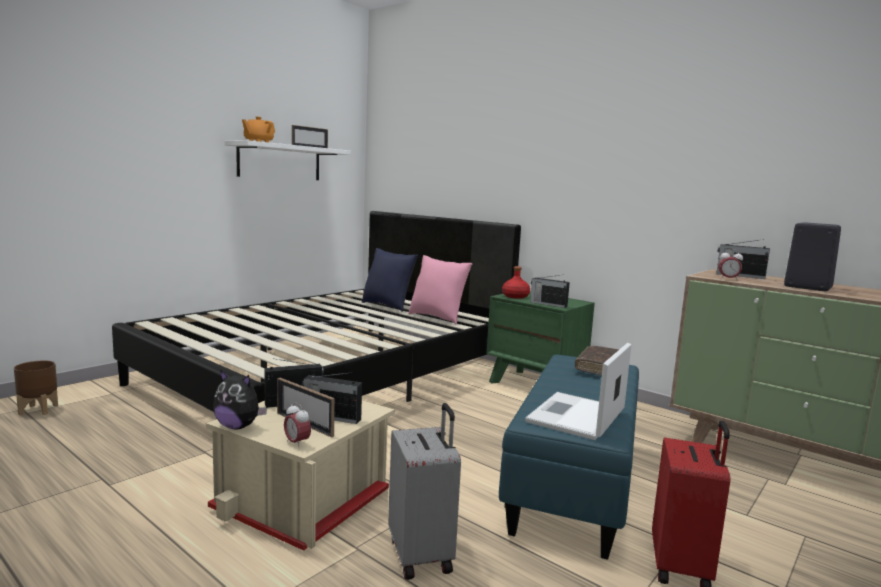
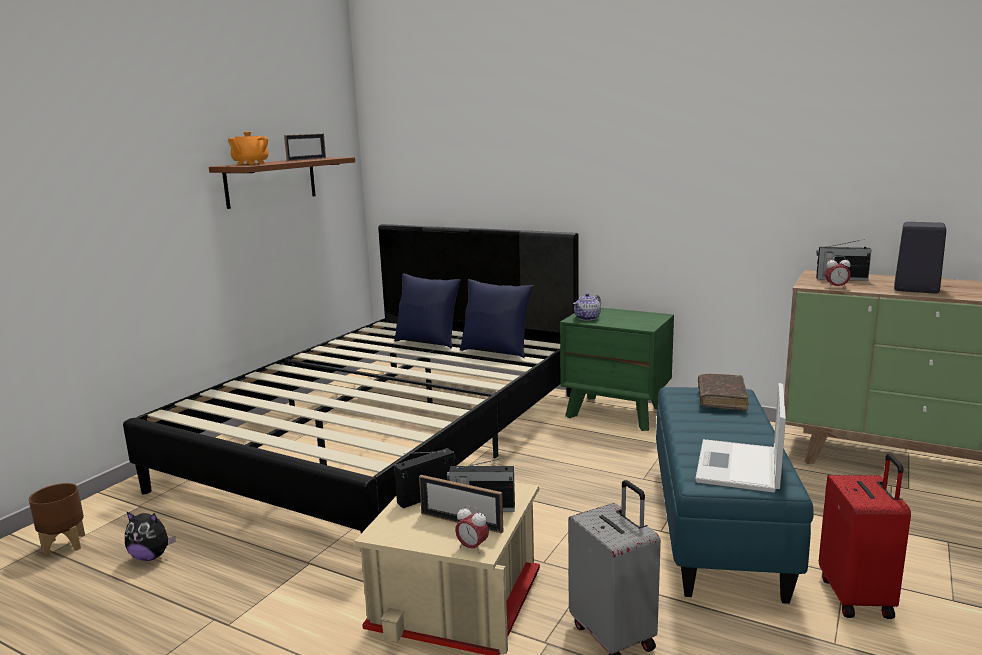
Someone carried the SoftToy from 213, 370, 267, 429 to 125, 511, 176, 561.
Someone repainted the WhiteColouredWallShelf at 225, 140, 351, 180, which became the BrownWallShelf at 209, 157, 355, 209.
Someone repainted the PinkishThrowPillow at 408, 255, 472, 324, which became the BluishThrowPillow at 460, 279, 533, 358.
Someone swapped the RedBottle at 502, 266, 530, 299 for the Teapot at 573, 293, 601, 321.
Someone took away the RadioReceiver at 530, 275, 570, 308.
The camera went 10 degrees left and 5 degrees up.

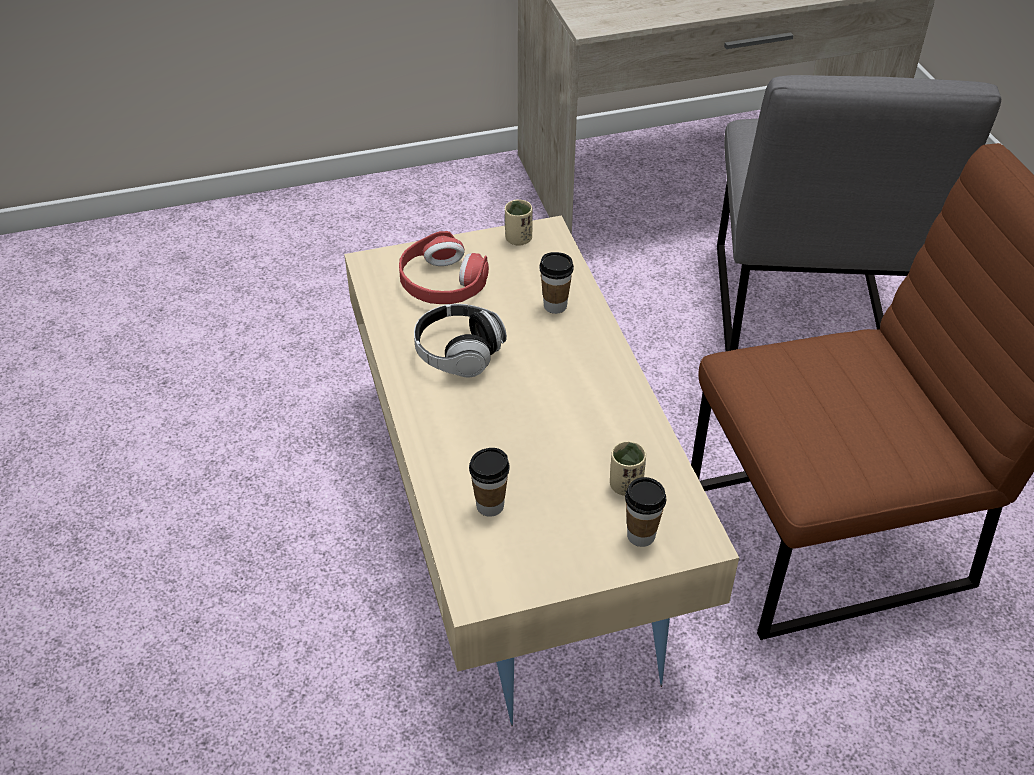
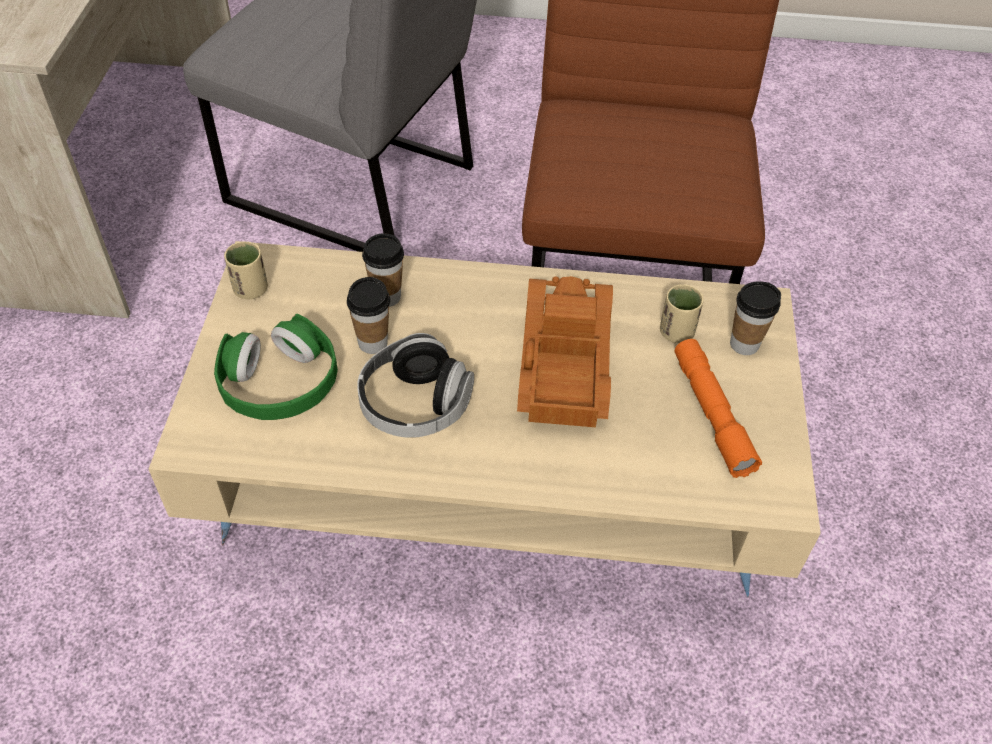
Someone repainted the RedHeadphones at 399, 231, 489, 304, which became the GreenHeadphones at 214, 314, 338, 420.
Someone carried the SmallCup from 469, 448, 509, 517 to 347, 277, 390, 354.
Someone put down the ToyTruck at 517, 276, 613, 427.
Someone put down the OrangeHandTorch at 675, 339, 762, 478.
The camera went 70 degrees left and 5 degrees up.

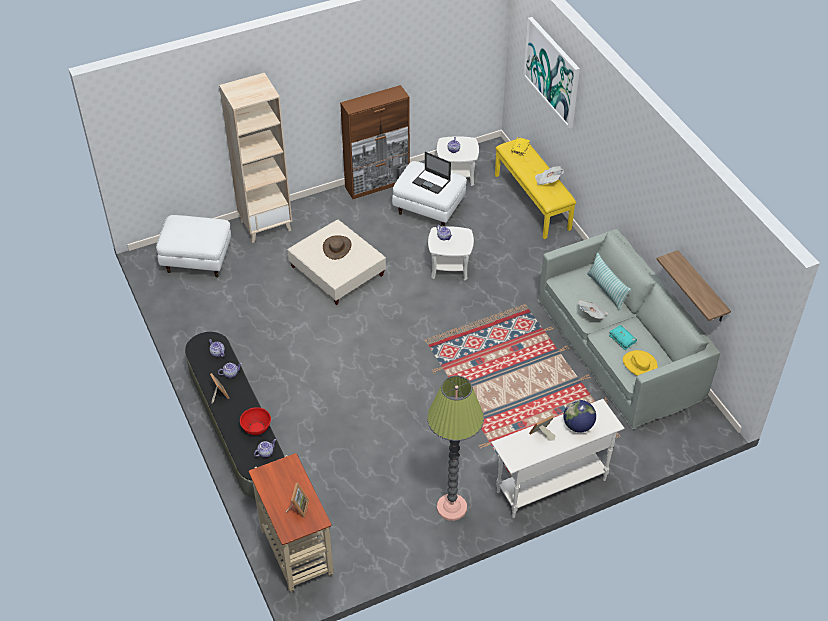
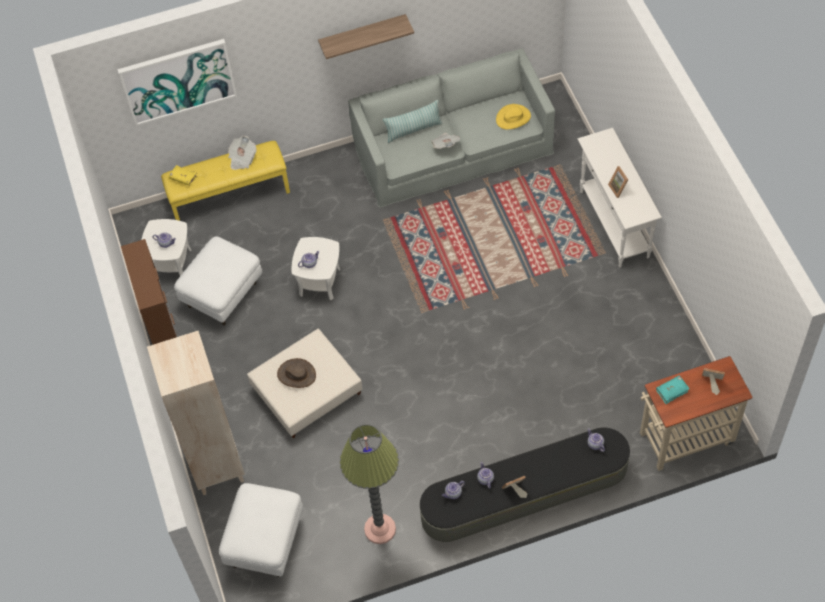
Someone carried the WallShelf from 656, 250, 731, 322 to 318, 14, 414, 59.
Someone carried the FloorLamp from 427, 375, 484, 521 to 340, 424, 399, 544.
Someone carried the BlueGreenBoundBook from 609, 325, 637, 350 to 656, 376, 689, 404.
Someone took away the RedDeepDish at 240, 407, 271, 435.
Someone took away the Laptop at 412, 152, 451, 194.
Someone took away the Globe at 564, 400, 596, 433.
The camera went 80 degrees left and 10 degrees up.

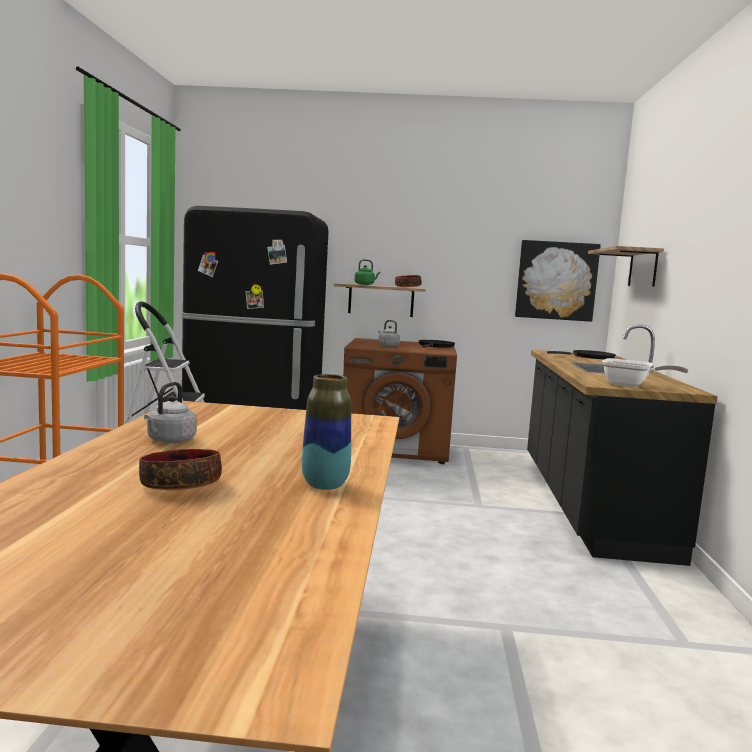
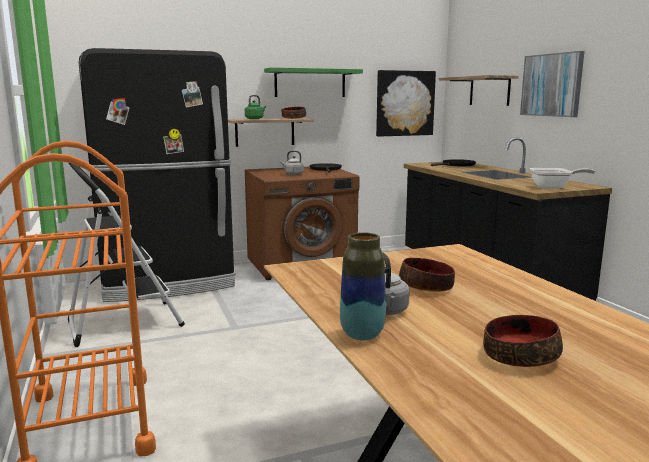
Someone put up the GreenWallShelf at 264, 67, 363, 97.
Someone carried the Vase from 302, 374, 351, 490 to 340, 232, 386, 340.
Someone put down the DeepDish at 399, 258, 455, 292.
Someone put up the WallPicture at 520, 51, 584, 117.
The camera went 25 degrees left and 5 degrees up.

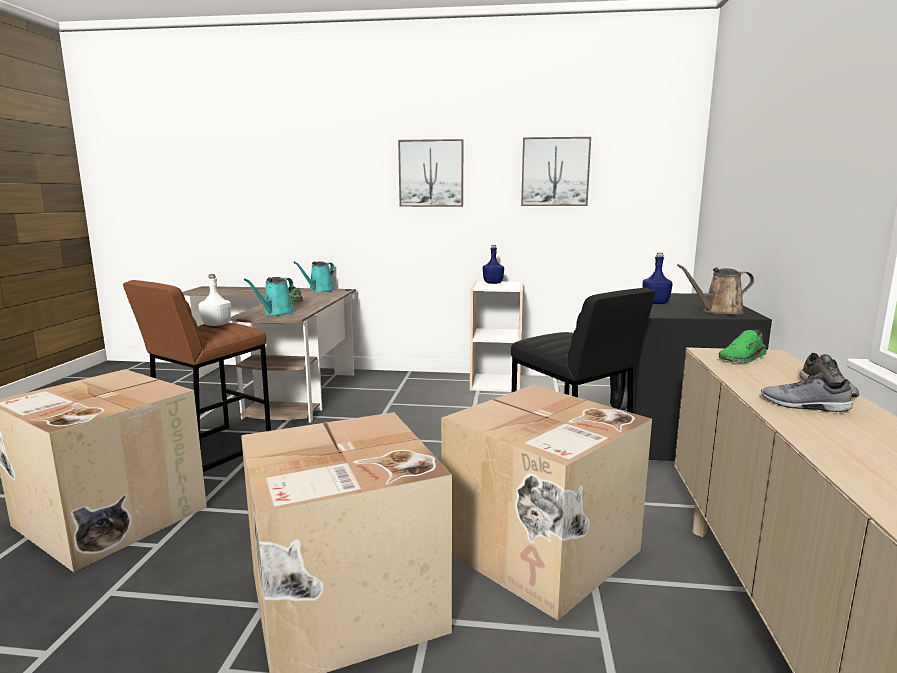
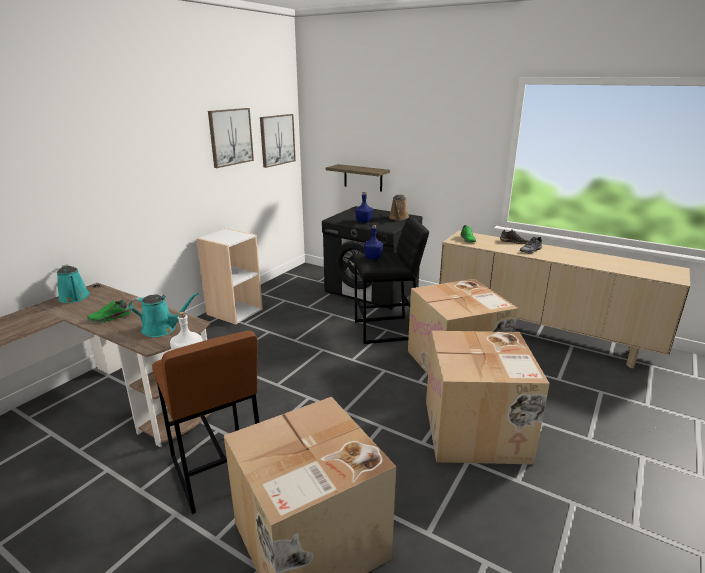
Someone rotated the BlueGreenWateringCan at 244, 277, 295, 316 by 45 degrees counterclockwise.
Someone carried the WallPicture from 398, 139, 464, 207 to 260, 114, 296, 168.
Someone put up the WallShelf at 326, 164, 390, 191.
Someone carried the BluishBottle from 483, 245, 504, 284 to 364, 225, 383, 260.
The camera went 65 degrees left and 10 degrees up.

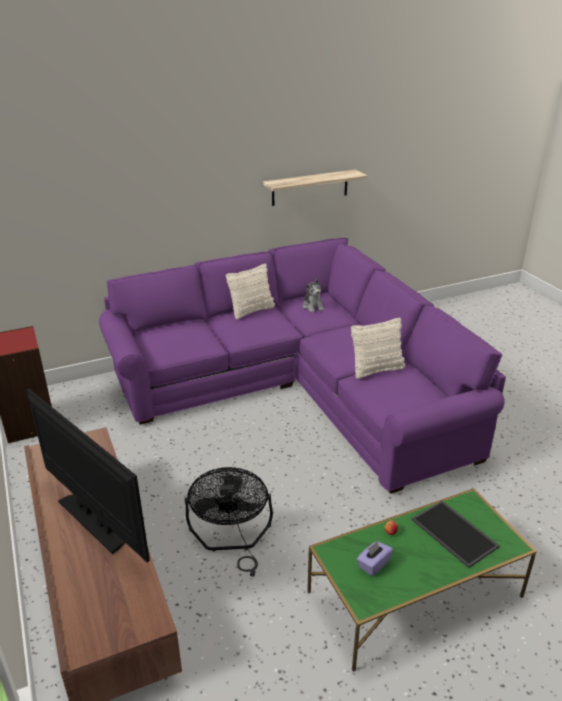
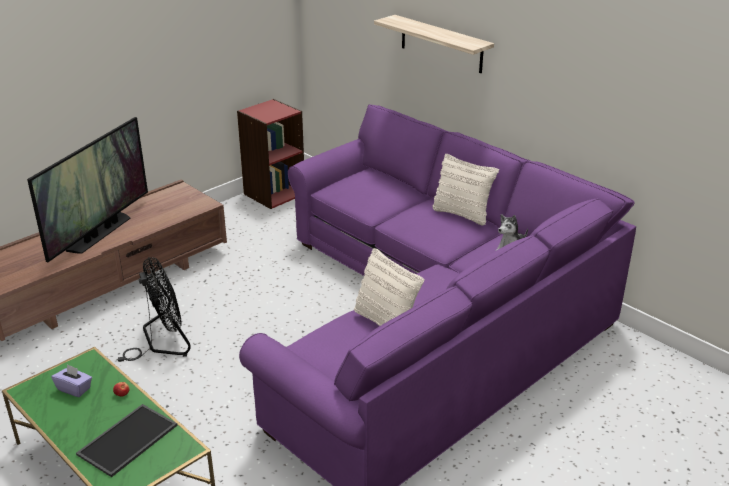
Someone carried the WallShelf from 263, 169, 368, 206 to 374, 15, 494, 73.
The camera went 70 degrees right and 0 degrees up.

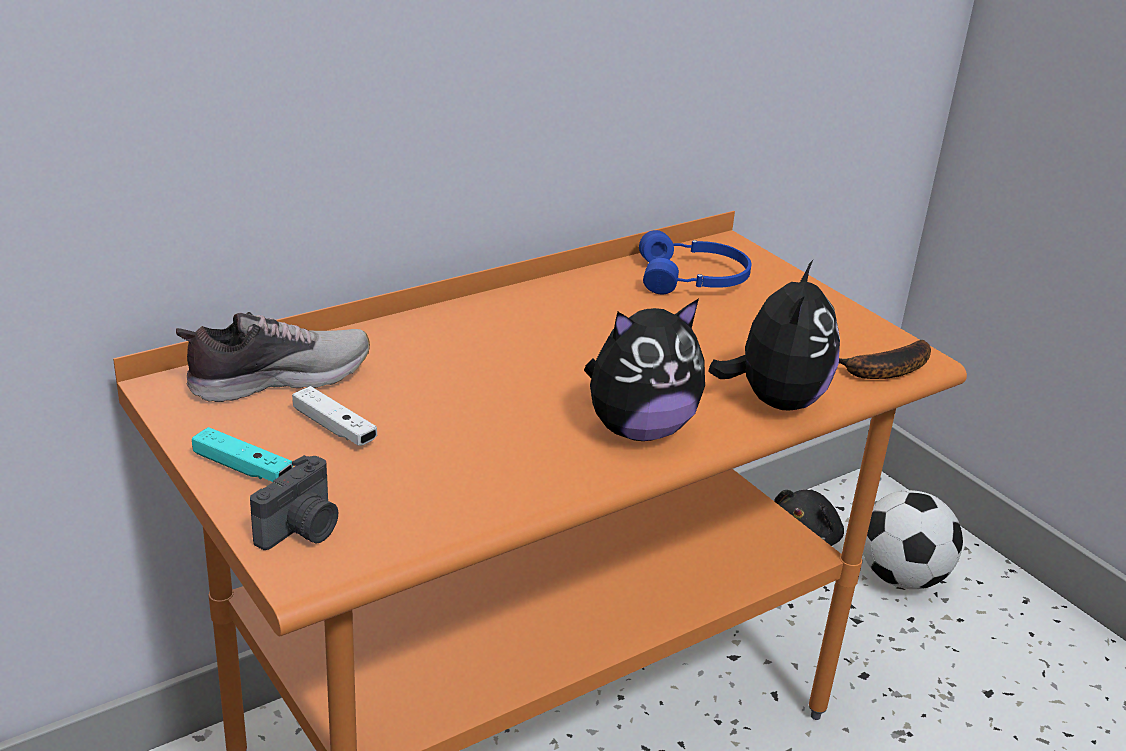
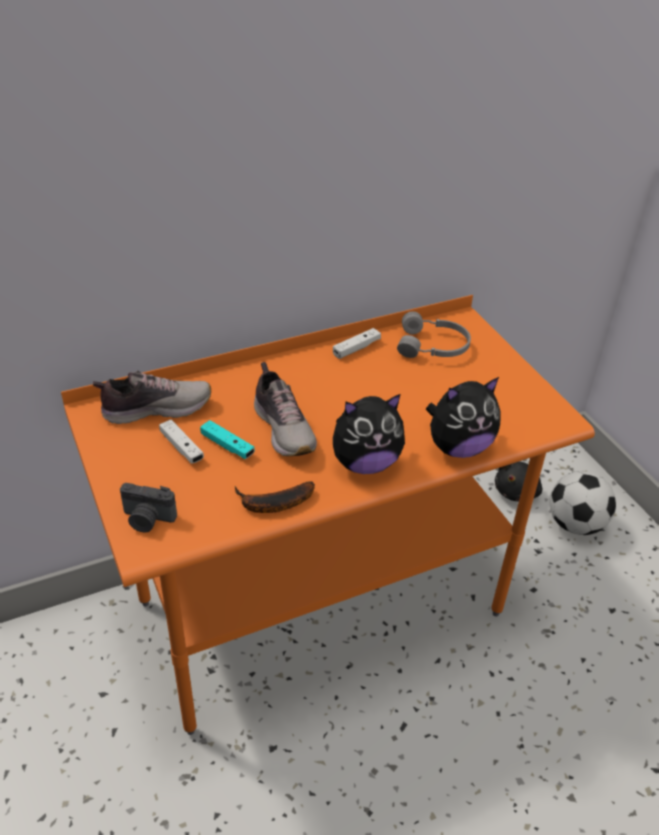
Someone rotated the PhotoCamera at 250, 455, 338, 550 by 60 degrees clockwise.
Someone carried the BlueGreenJoypad from 192, 427, 293, 482 to 200, 420, 255, 459.
Someone carried the Banana from 839, 340, 931, 379 to 235, 481, 315, 513.
Someone put down the LowShoe at 254, 362, 317, 456.
Someone put down the WhiteColouredJoypad at 333, 328, 381, 359.
Someone repainted the BluishHeadphones at 639, 230, 751, 294, which became the GreyHeadphones at 397, 311, 471, 358.
Someone rotated the SoftToy at 708, 260, 840, 411 by 45 degrees clockwise.
The camera went 10 degrees right and 10 degrees up.

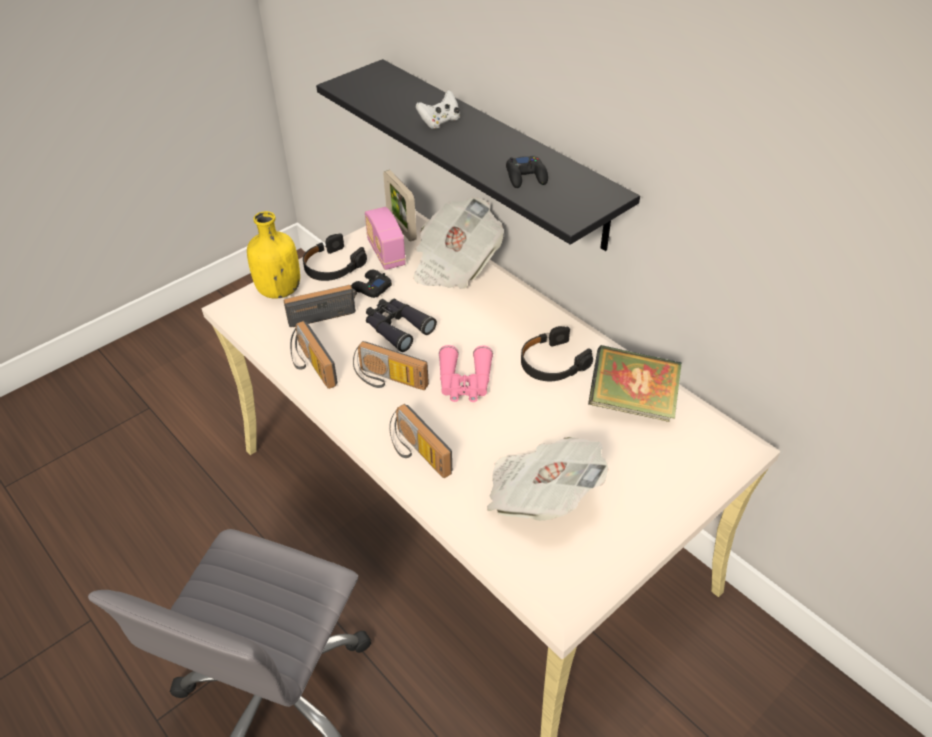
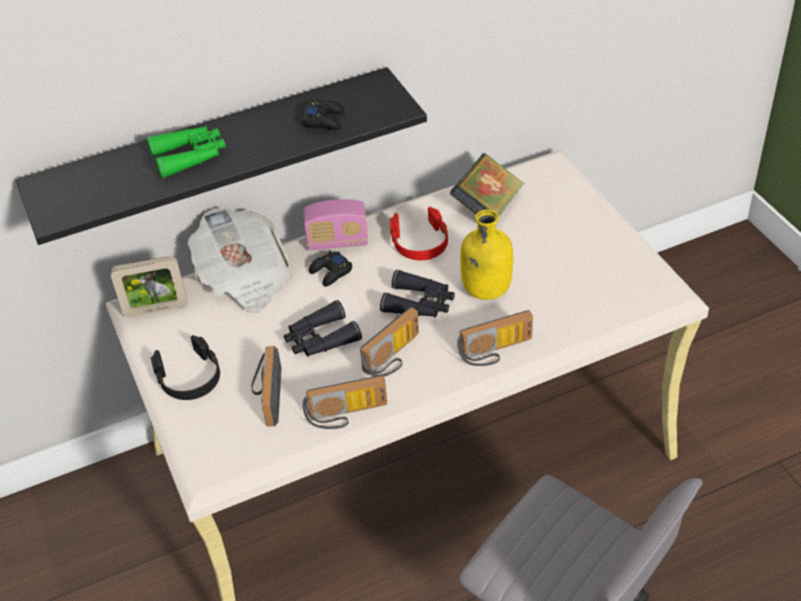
Someone swapped the WhiteColouredJoypad at 416, 90, 460, 129 for the GreenFieldGlasses at 146, 126, 226, 178.
Someone carried the RadioReceiver from 365, 207, 406, 270 to 304, 199, 368, 250.
Someone carried the BlackColouredJoypad from 351, 269, 392, 298 to 309, 250, 352, 287.
Someone repainted the PinkishFieldGlasses at 439, 345, 493, 402, which became the BlackColouredFieldGlasses at 380, 270, 455, 318.
Someone repainted the BlackColouredHeadphones at 521, 326, 593, 381, which became the RedHeadphones at 390, 207, 448, 260.
Someone carried the YellowishBottle from 247, 211, 300, 299 to 460, 210, 513, 300.
Someone took away the DailyPaper at 487, 437, 609, 521.
The camera went 70 degrees left and 0 degrees up.

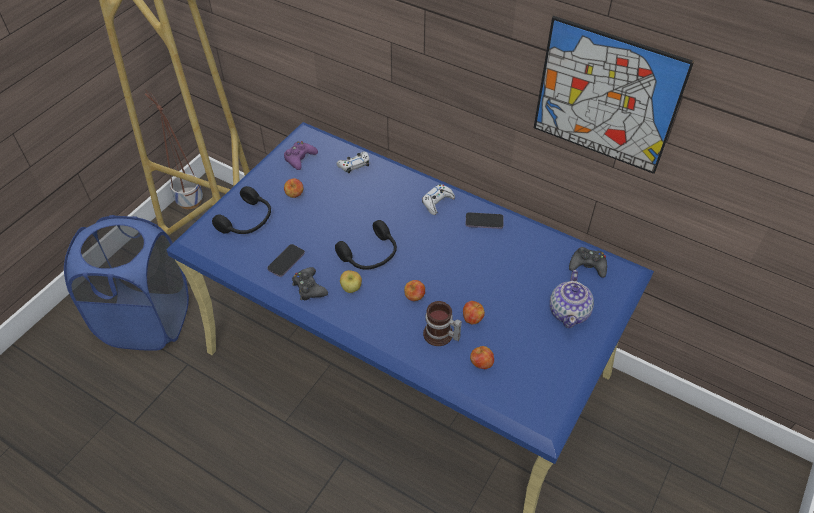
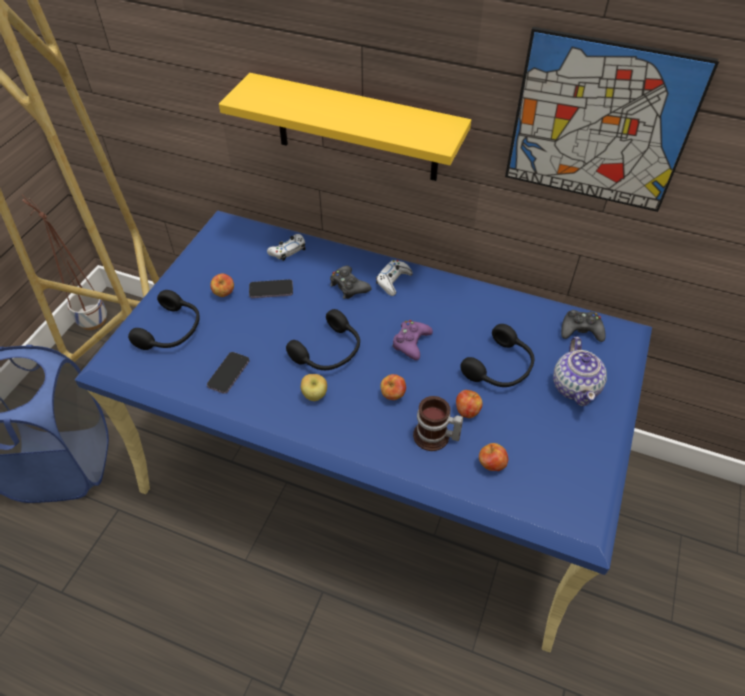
Someone put up the YellowishWallShelf at 219, 73, 471, 181.
Someone carried the Handset from 466, 212, 504, 229 to 249, 279, 293, 298.
Someone carried the BlackColouredJoypad from 292, 267, 328, 300 to 330, 265, 371, 299.
Someone carried the PurplishJoypad from 284, 141, 318, 170 to 392, 320, 433, 360.
Someone put down the BlackColouredHeadphones at 460, 324, 534, 387.
The camera went 10 degrees left and 0 degrees up.

